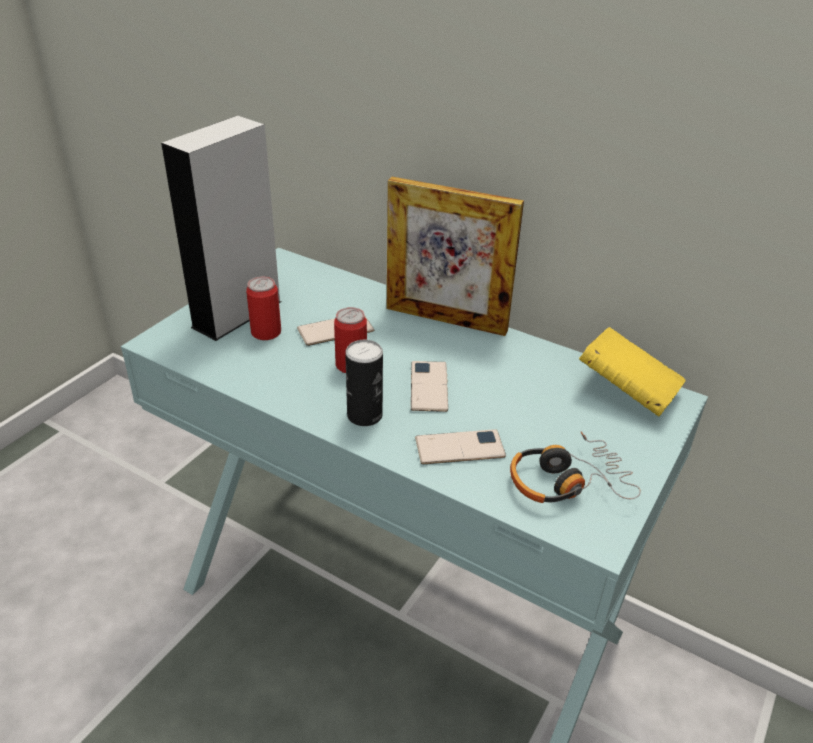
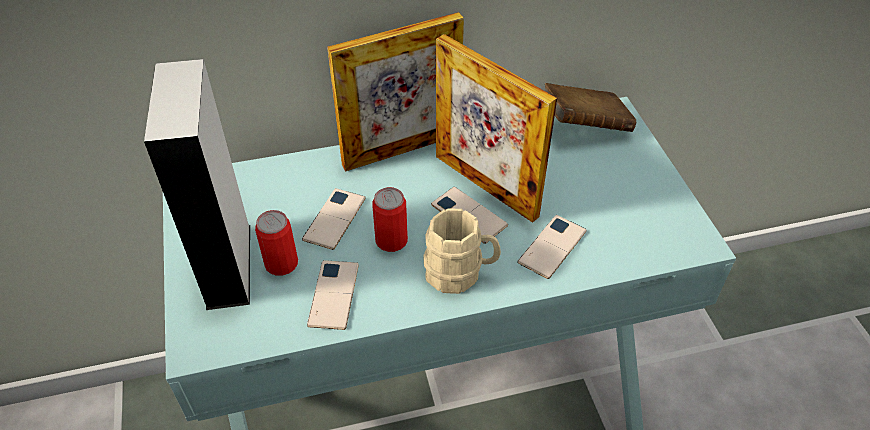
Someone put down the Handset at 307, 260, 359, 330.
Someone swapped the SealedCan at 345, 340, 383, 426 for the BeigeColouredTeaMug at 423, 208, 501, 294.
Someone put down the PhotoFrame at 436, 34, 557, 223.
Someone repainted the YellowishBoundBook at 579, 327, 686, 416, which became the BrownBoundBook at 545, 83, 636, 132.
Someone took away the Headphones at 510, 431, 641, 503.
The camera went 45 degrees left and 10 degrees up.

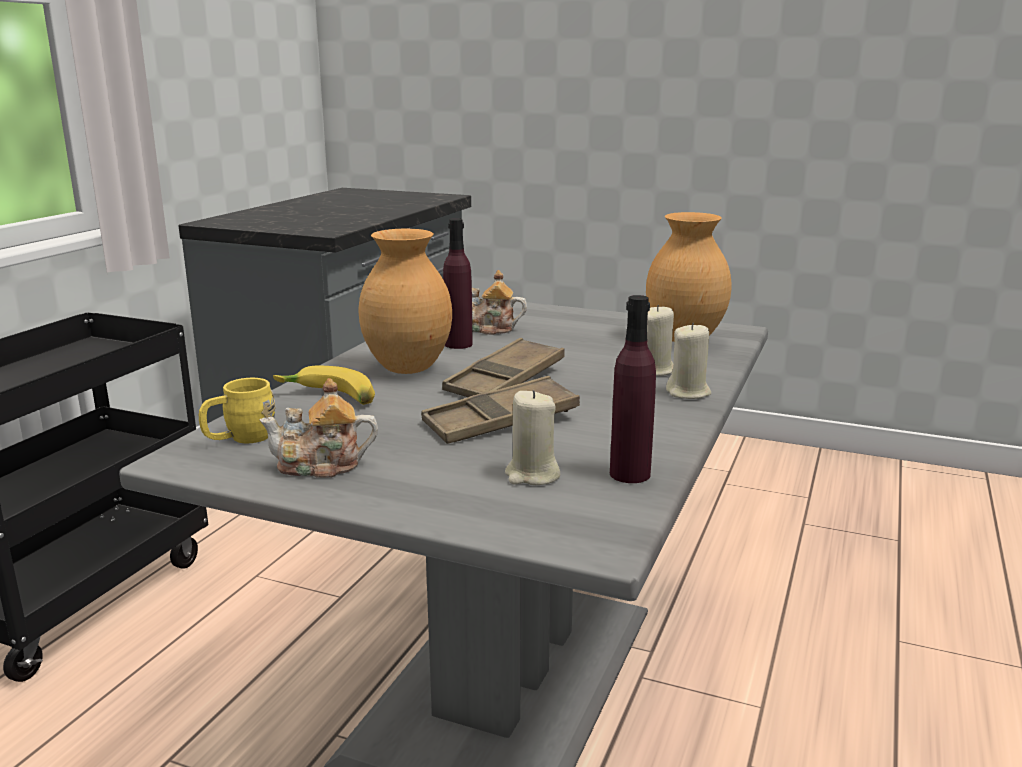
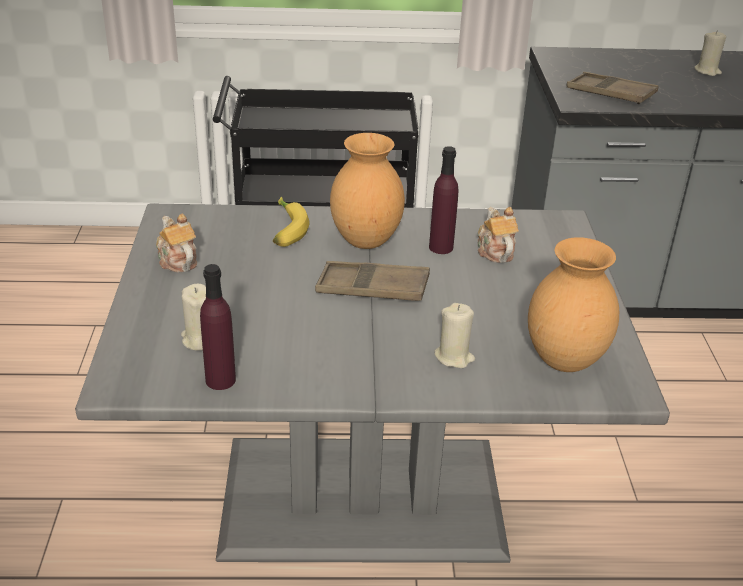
Someone carried the BrownTray from 421, 376, 580, 444 to 566, 72, 658, 104.
Someone carried the BeigeColouredWaxCandle from 666, 323, 711, 399 to 694, 30, 726, 76.
Someone took away the YellowishTeaMug at 199, 378, 275, 443.
The camera went 65 degrees right and 15 degrees up.

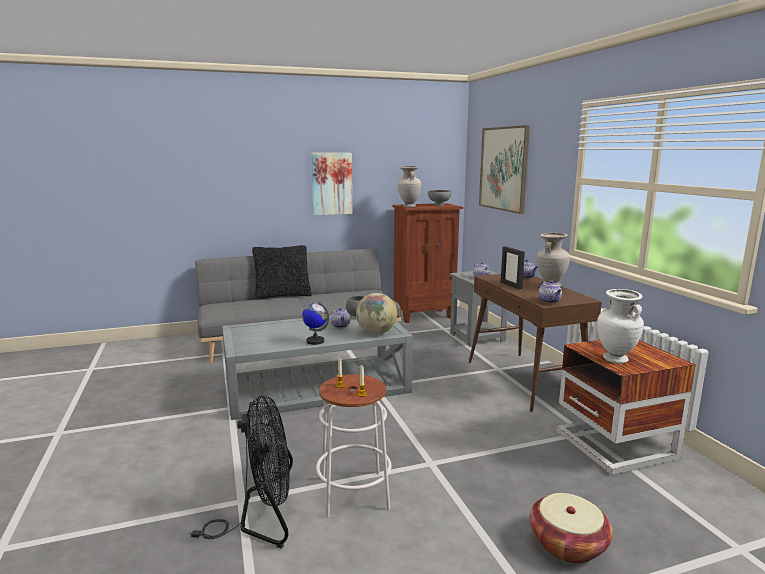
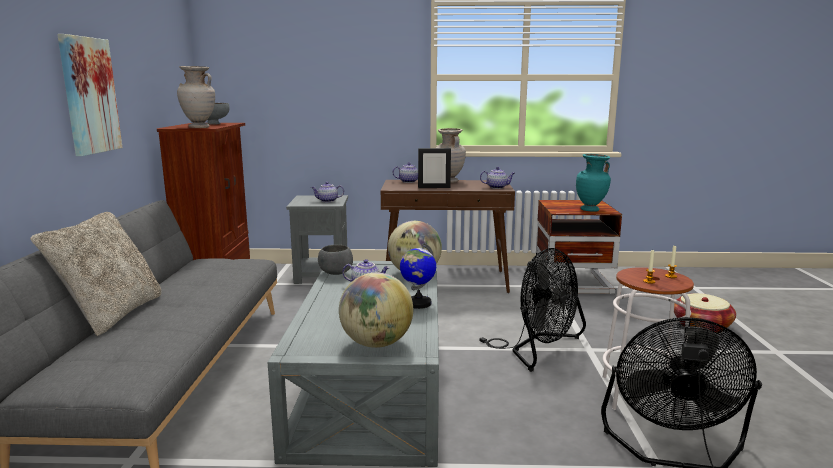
Someone repainted the BlackColouredThrowPillow at 252, 245, 312, 300, which became the BeigeColouredThrowPillow at 30, 212, 161, 336.
Someone put down the Globe at 339, 273, 413, 348.
Someone put down the BlackColouredFan at 479, 248, 586, 372.
Someone repainted the WhiteColouredVase at 597, 289, 644, 364, which became the BlueGreenVase at 576, 154, 611, 212.
Someone took away the WallPicture at 479, 125, 530, 214.
The camera went 70 degrees left and 0 degrees up.

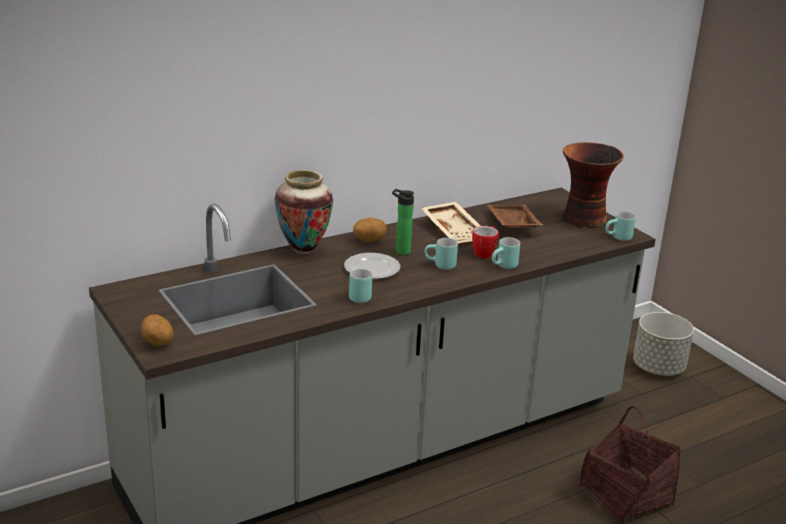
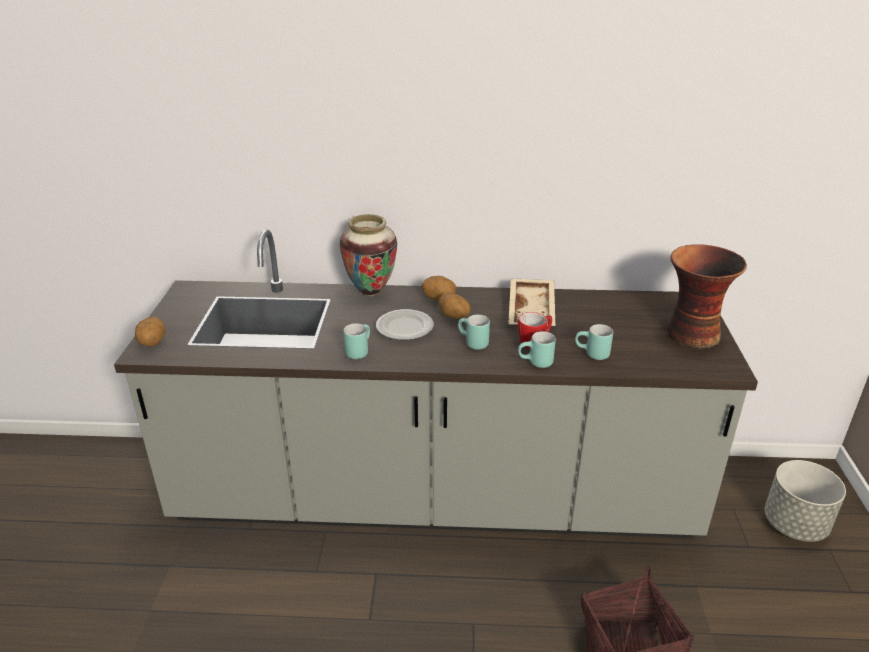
Someone swapped the Bottle at 392, 189, 414, 255 for the Potato at 439, 293, 471, 319.
Someone carried the BlueGreenTeaMug from 606, 211, 636, 241 to 575, 324, 613, 360.
Someone took away the BrownTray at 487, 205, 543, 228.
The camera went 35 degrees right and 5 degrees up.

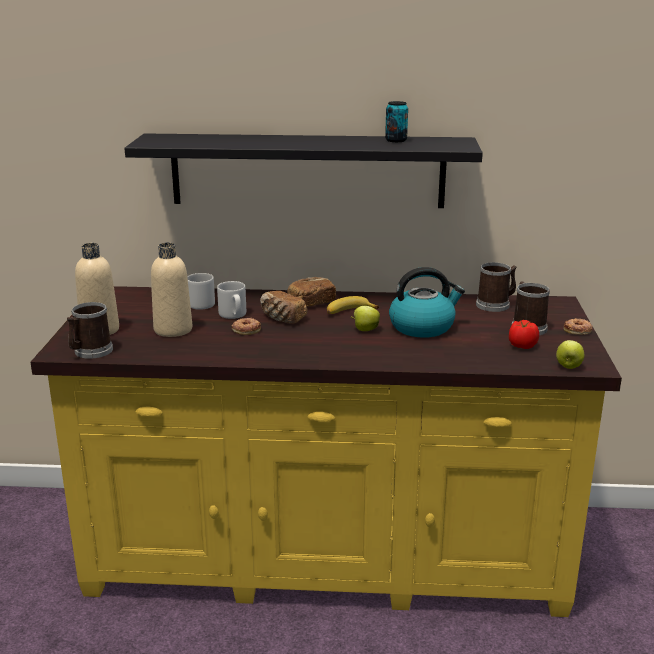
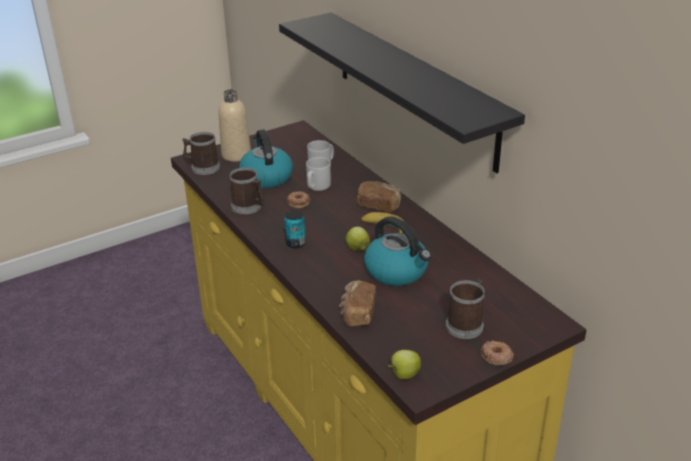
Someone carried the TeaMug from 476, 262, 516, 312 to 229, 167, 264, 214.
Someone swapped the BeigeColouredBottle at 151, 243, 192, 337 for the Kettle at 239, 130, 293, 189.
Someone carried the SealedCan from 385, 101, 408, 142 to 284, 210, 306, 248.
Someone carried the BakeryBread from 260, 291, 307, 324 to 339, 280, 376, 327.
Someone took away the Tomato at 509, 320, 539, 349.
The camera went 55 degrees right and 10 degrees up.

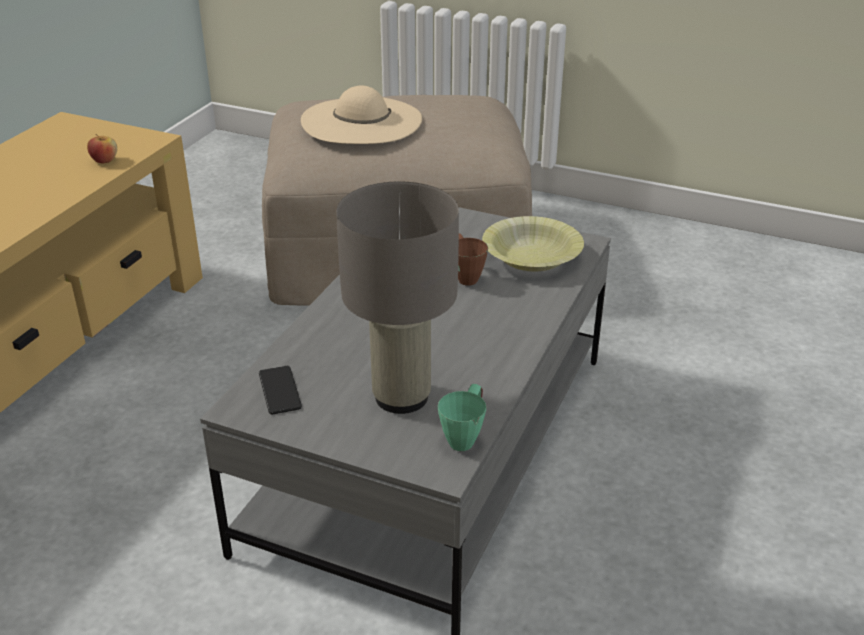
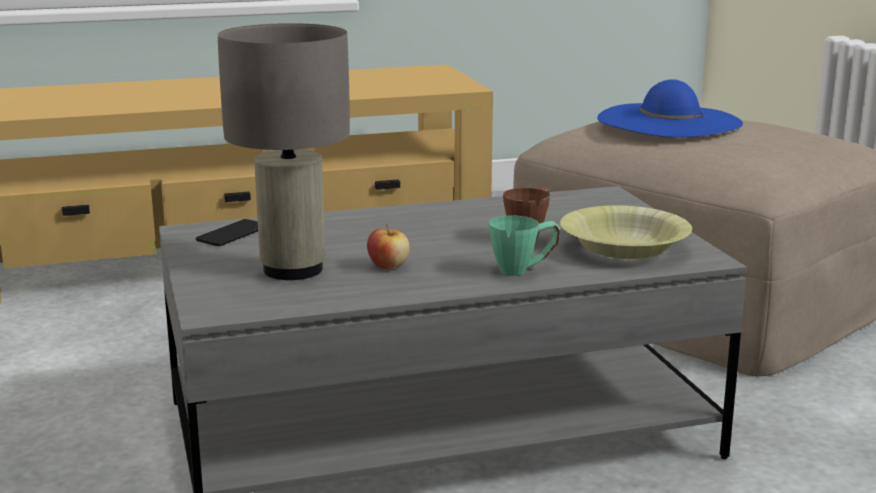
Someone carried the AppleFruit from 87, 134, 117, 164 to 367, 224, 410, 269.
Someone carried the GreenTeaMug from 438, 384, 486, 451 to 488, 215, 560, 276.
Someone repainted the BeigeColouredClothingHat at 301, 85, 422, 144, which became the BluishClothingHat at 597, 79, 743, 138.
The camera went 50 degrees right and 15 degrees down.

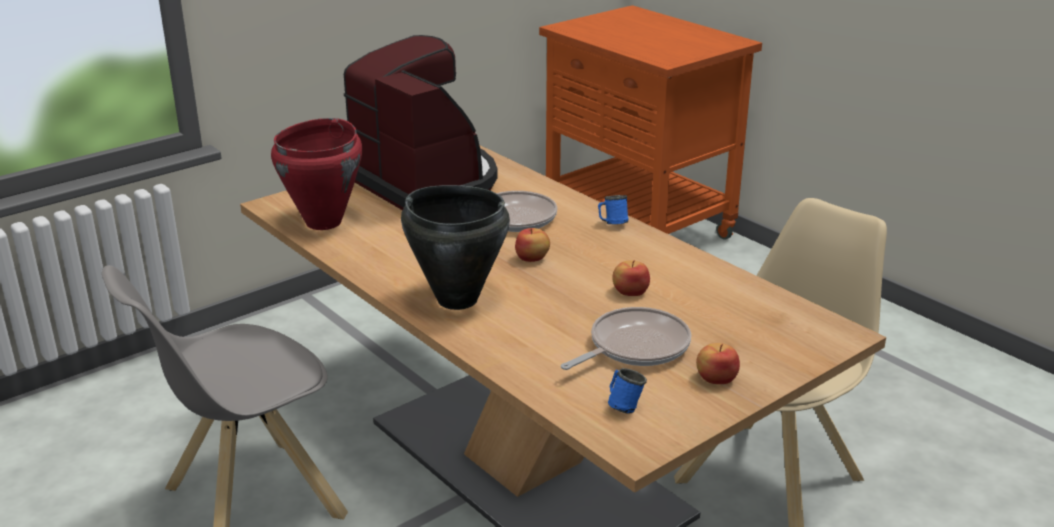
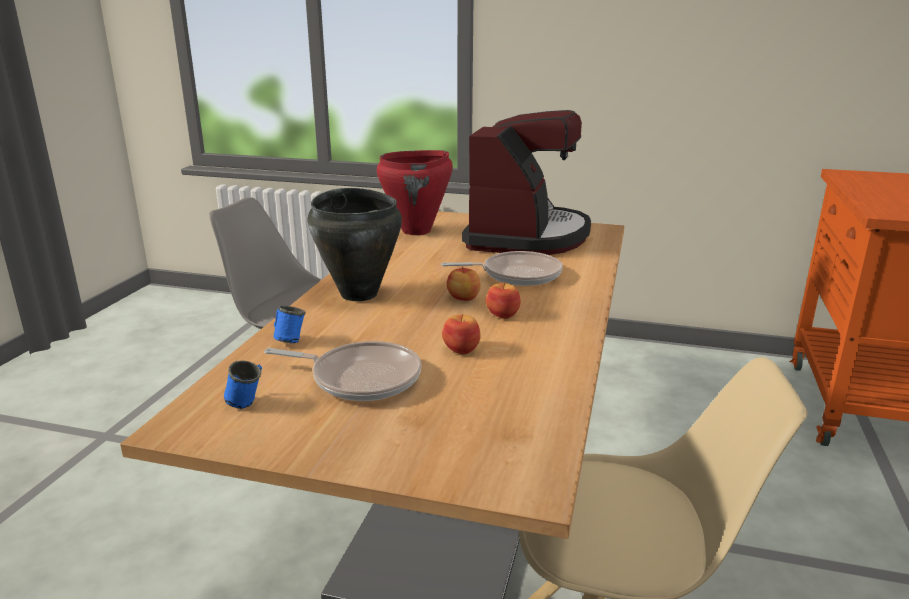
Someone carried the BluishTeaMug from 598, 195, 629, 224 to 274, 306, 306, 343.
Someone carried the AppleFruit from 696, 343, 740, 384 to 486, 282, 521, 319.
The camera went 55 degrees right and 5 degrees down.

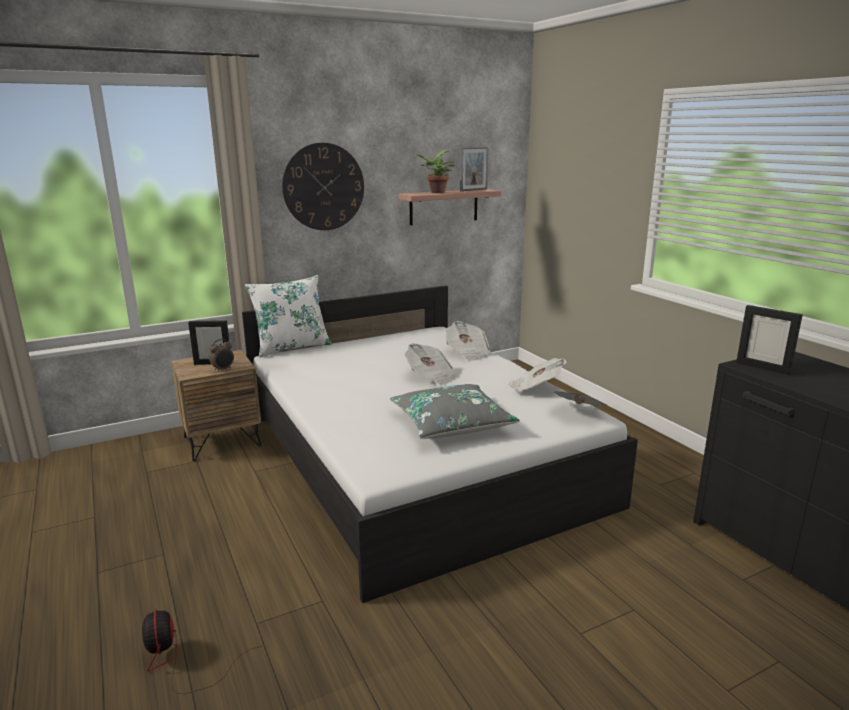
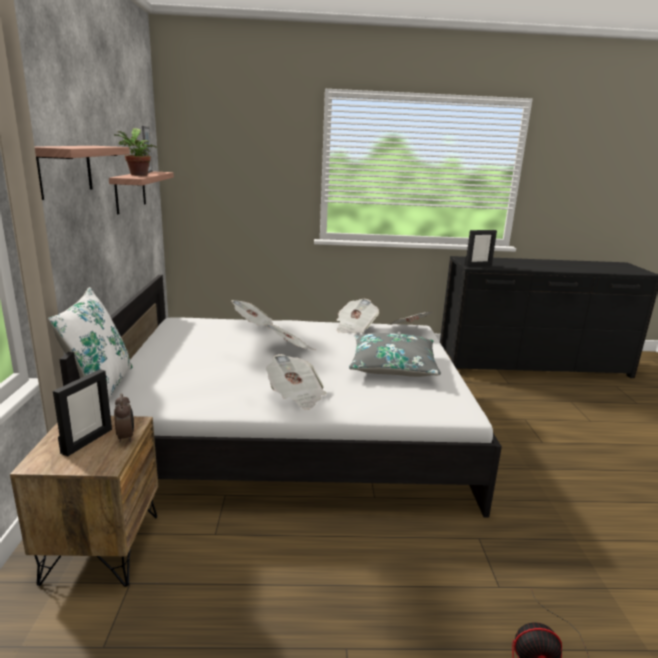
Someone swapped the ClockOnTheWall at 282, 143, 364, 230 for the WallShelf at 35, 146, 130, 200.
Someone put down the DailyPaper at 266, 354, 326, 410.
The camera went 65 degrees left and 0 degrees up.

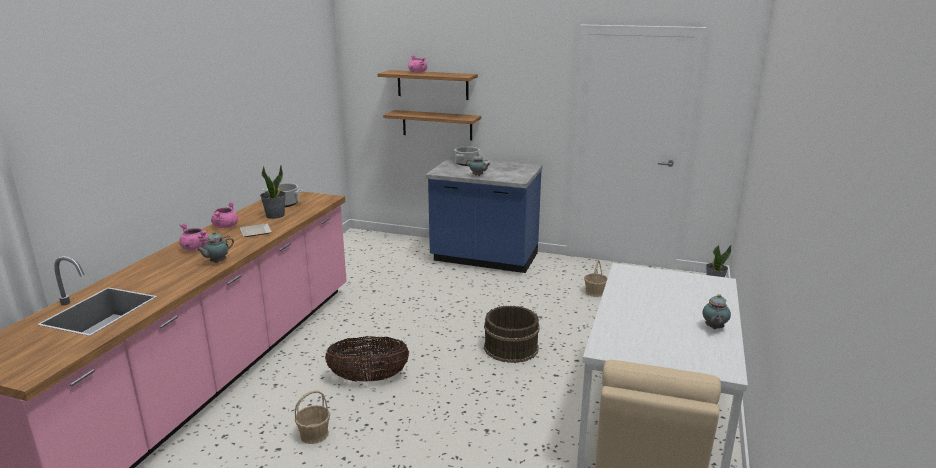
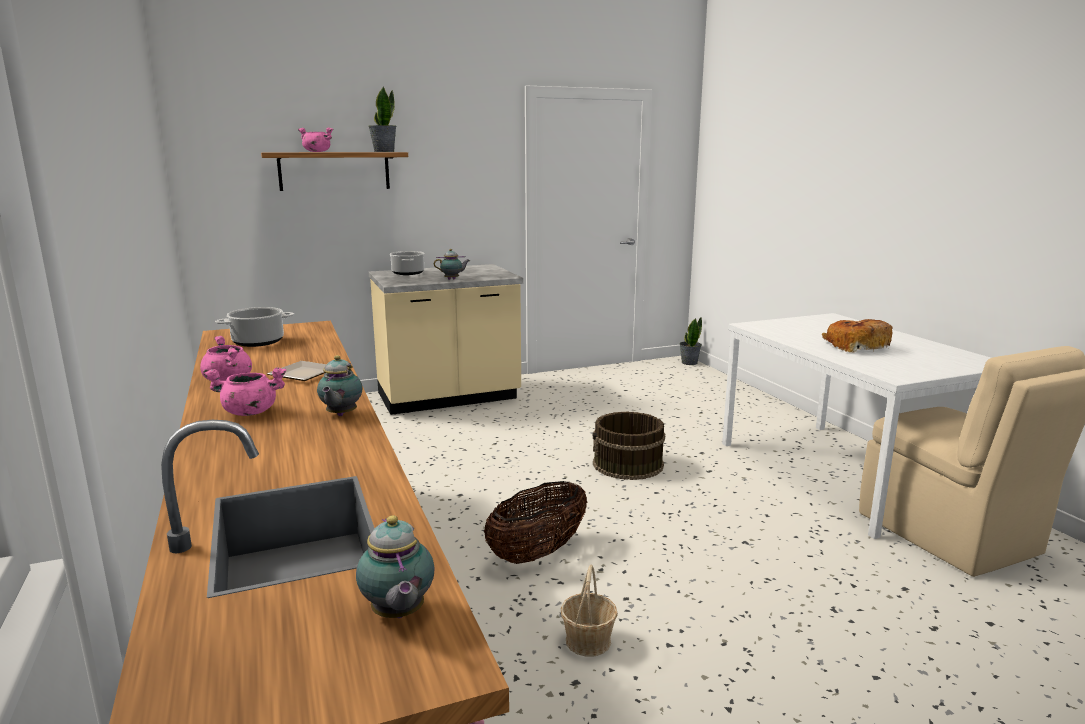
Someone carried the Teapot from 703, 294, 731, 329 to 356, 515, 435, 618.
Someone repainted the BluishKitchenBaseUnit at 426, 157, 543, 273, which became the BeigeColouredKitchenBaseUnit at 368, 264, 523, 415.
Someone carried the PottedPlant from 260, 165, 286, 219 to 369, 87, 396, 152.
Someone put down the BakeryBread at 822, 319, 892, 352.
Someone took away the WallShelf at 383, 110, 481, 140.
Someone took away the HouseholdBasket at 584, 260, 608, 297.
The camera went 40 degrees left and 5 degrees down.

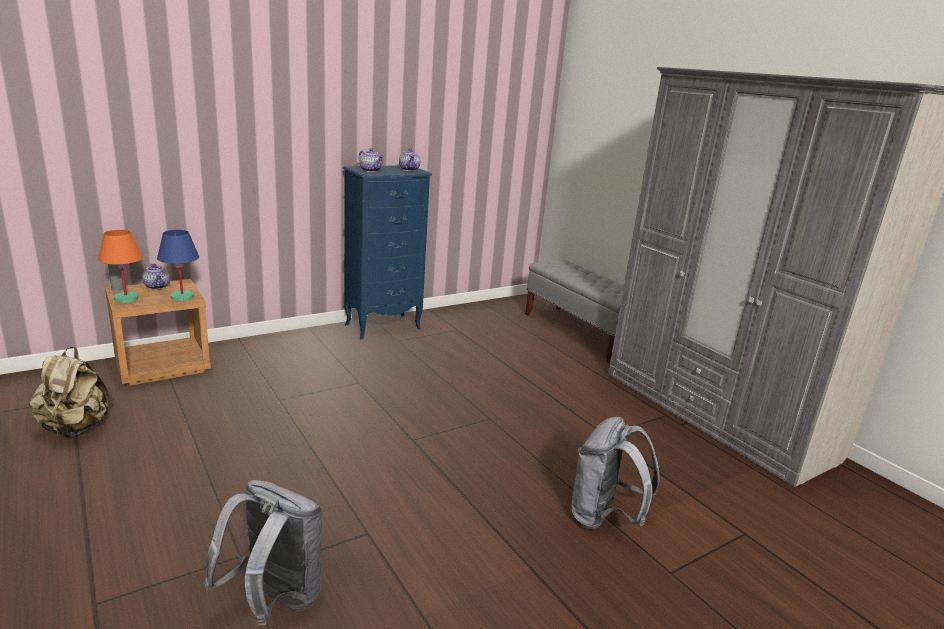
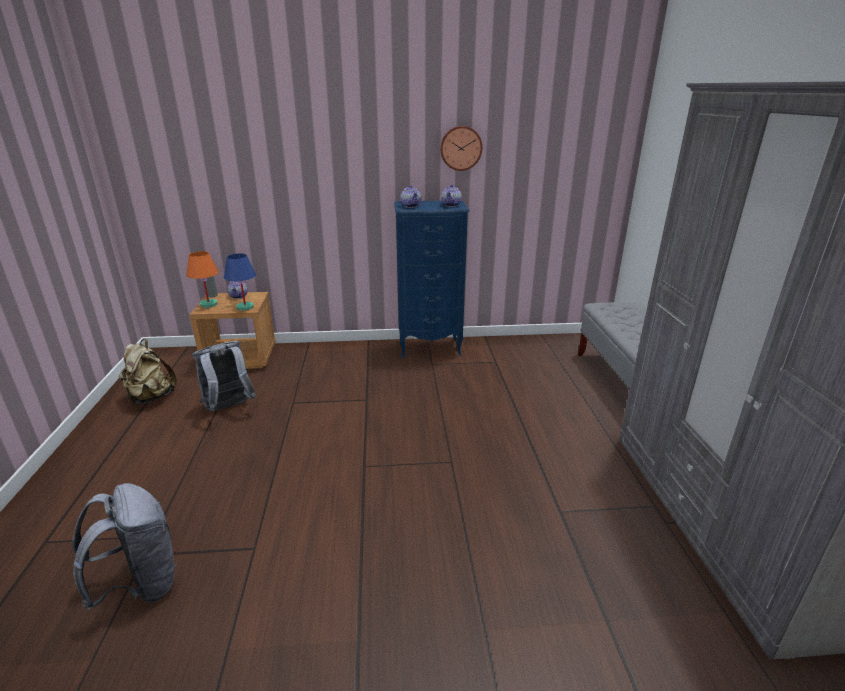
Someone carried the GreyRucksack from 571, 417, 660, 530 to 192, 341, 257, 411.
Someone put up the ClockOnTheWall at 440, 126, 482, 171.
The camera went 30 degrees right and 5 degrees up.

